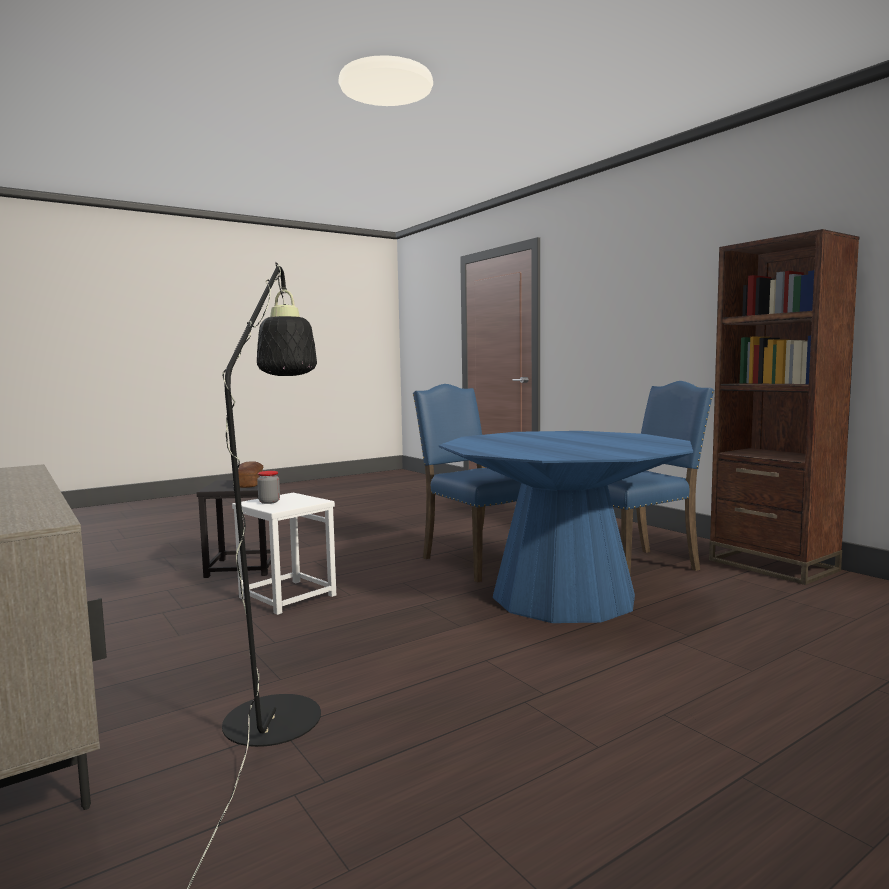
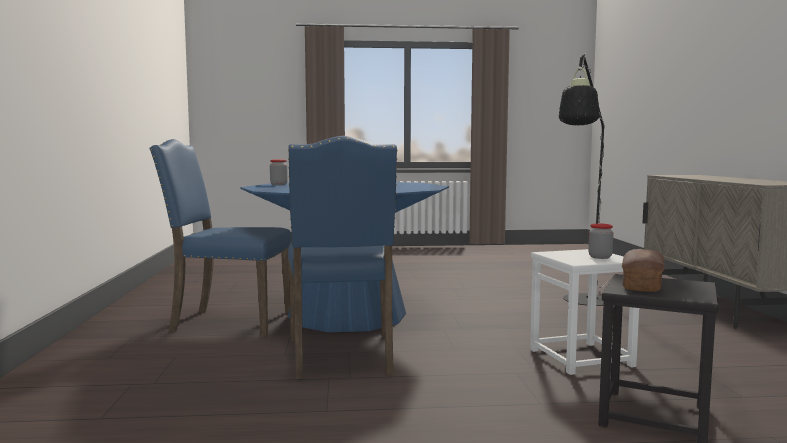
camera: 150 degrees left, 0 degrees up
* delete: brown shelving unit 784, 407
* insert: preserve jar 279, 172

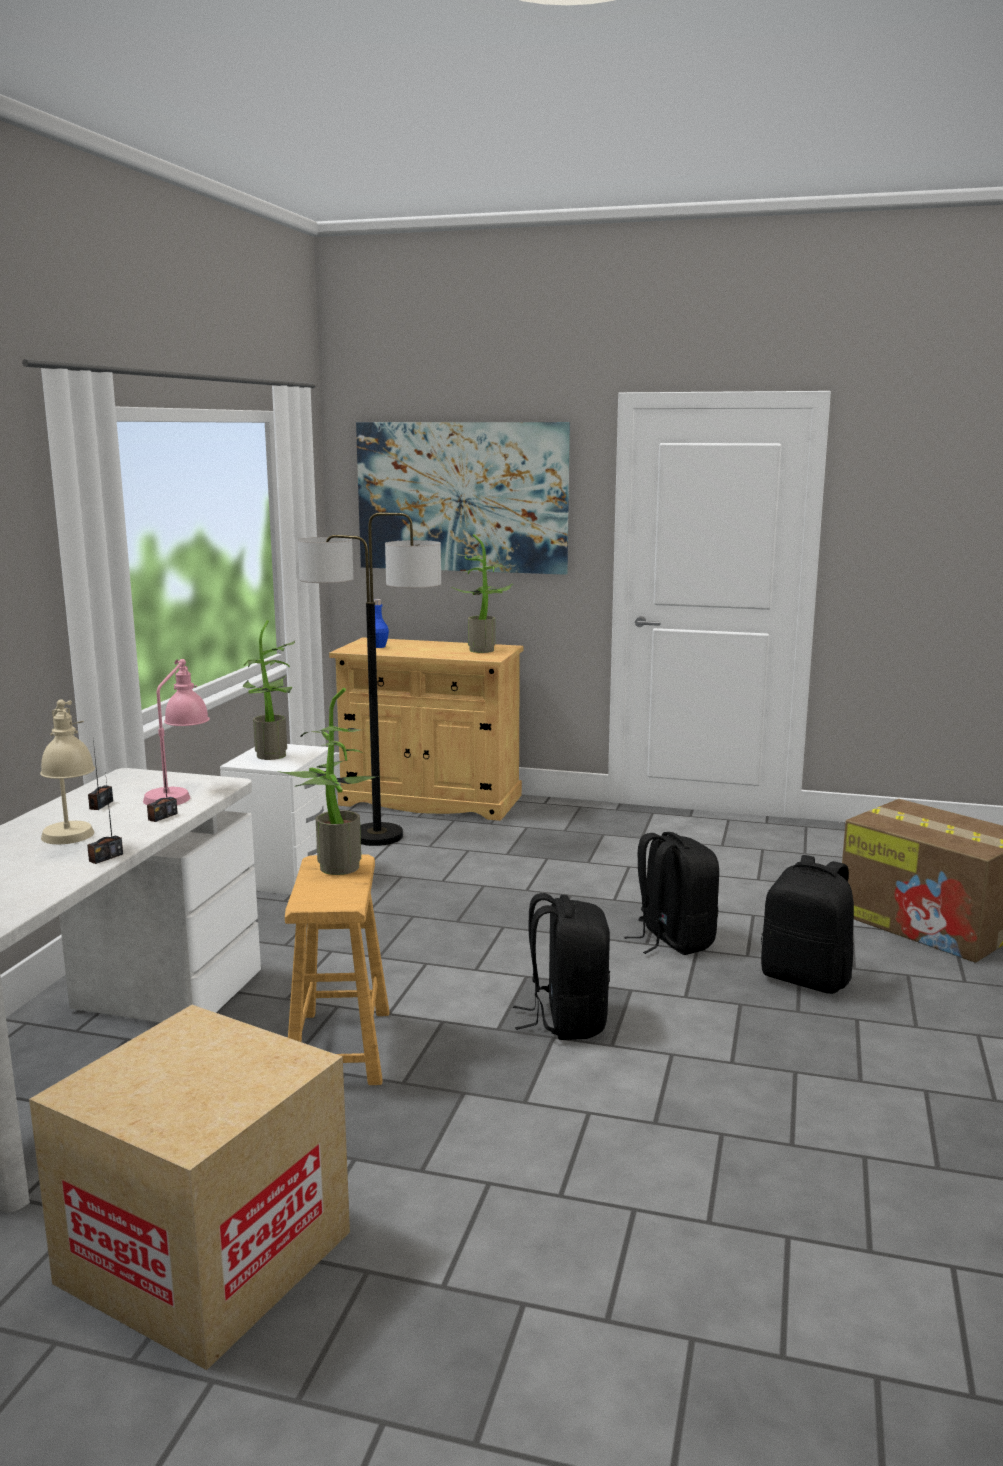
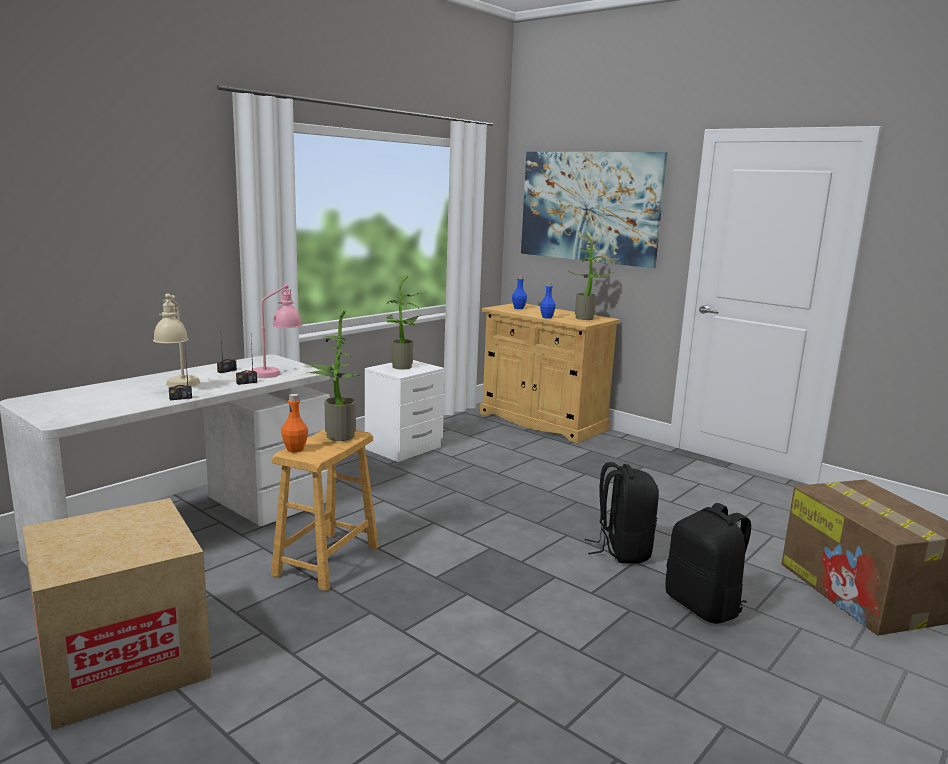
camera: 25 degrees right, 0 degrees up
* delete: floor lamp 369, 679
* delete: black rucksack 561, 966
* insert: bluish beverage bottle 548, 300
* insert: orange beverage bottle 294, 423

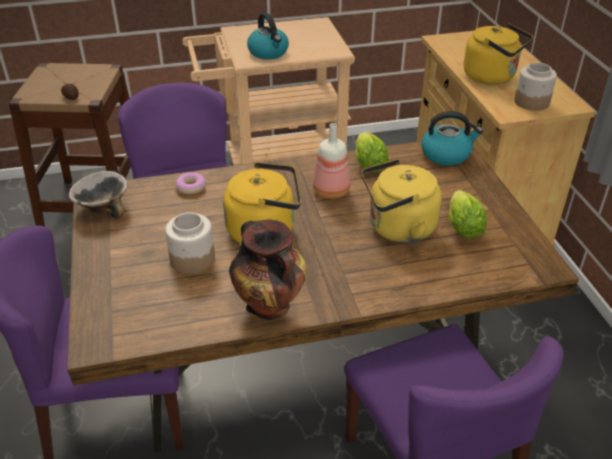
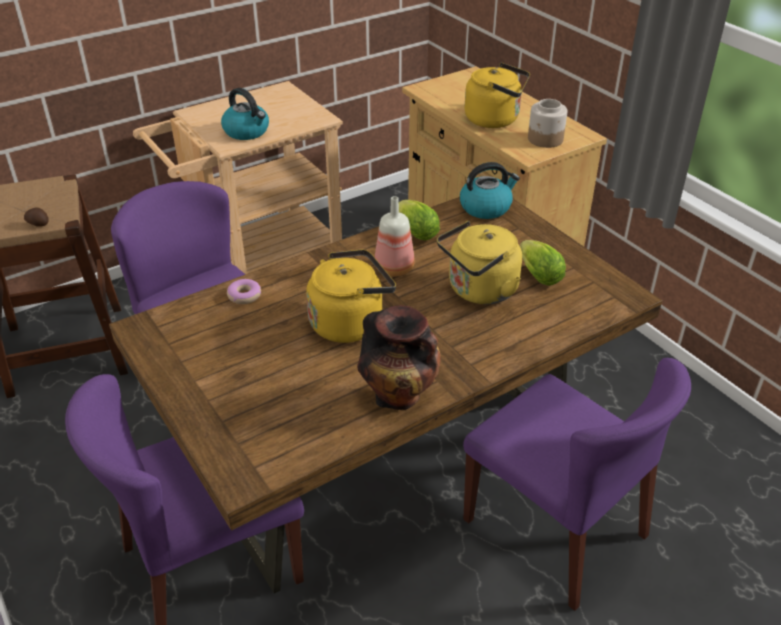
camera: 20 degrees left, 0 degrees up
* delete: deep dish 98, 194
* delete: preserve jar 190, 243

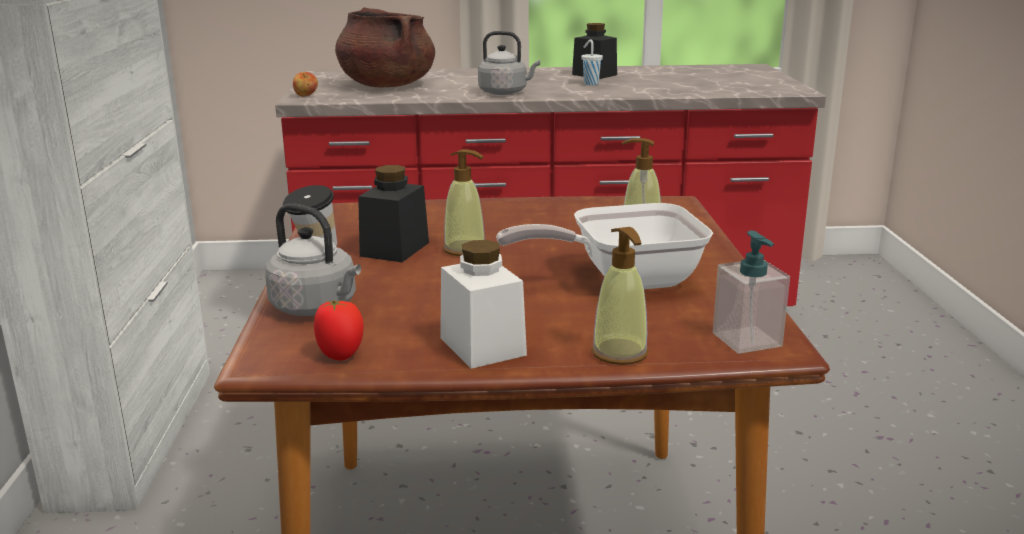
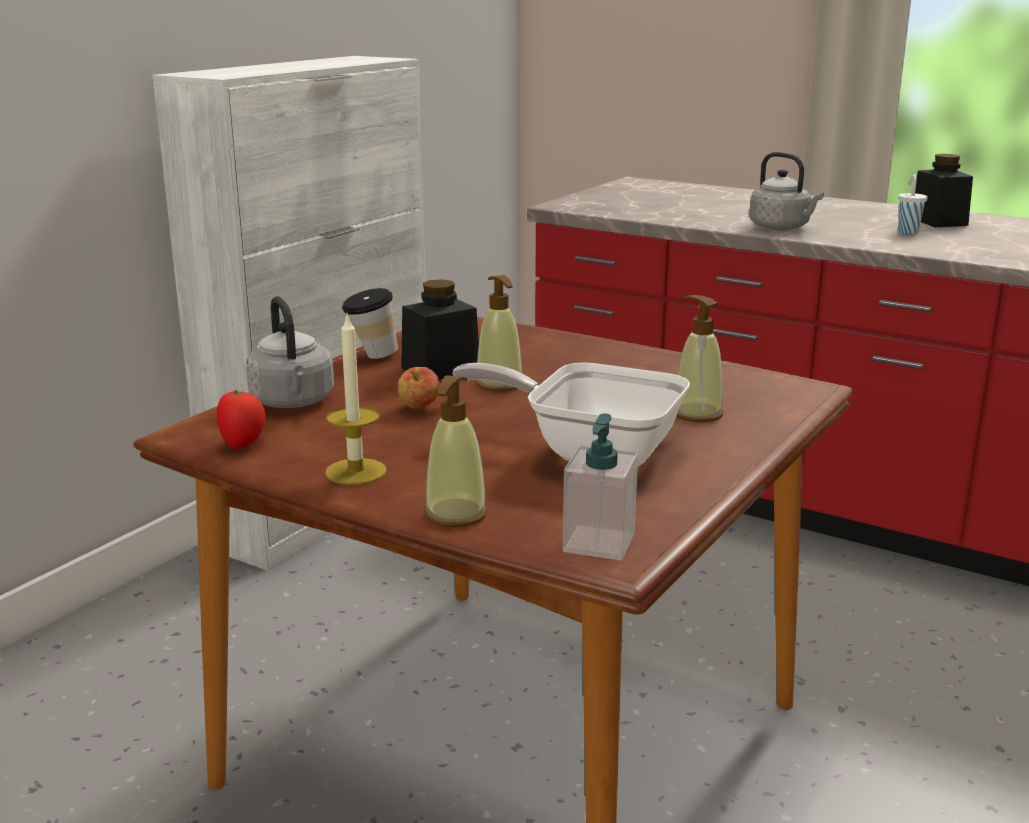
camera: 35 degrees right, 0 degrees up
* delete: brown stockpot 385, 47
* move: apple 305, 84 to 418, 388
* replace: white-coloured preserve jar 483, 304 to wax candle 356, 399

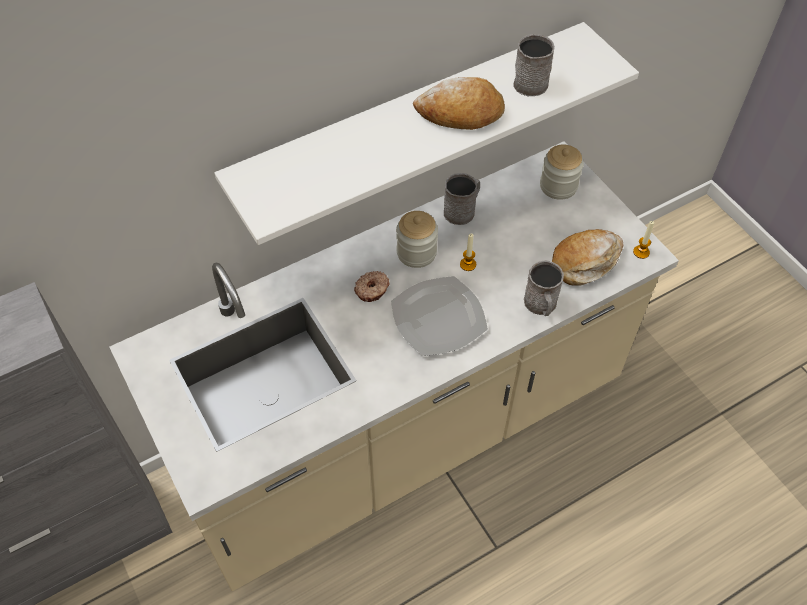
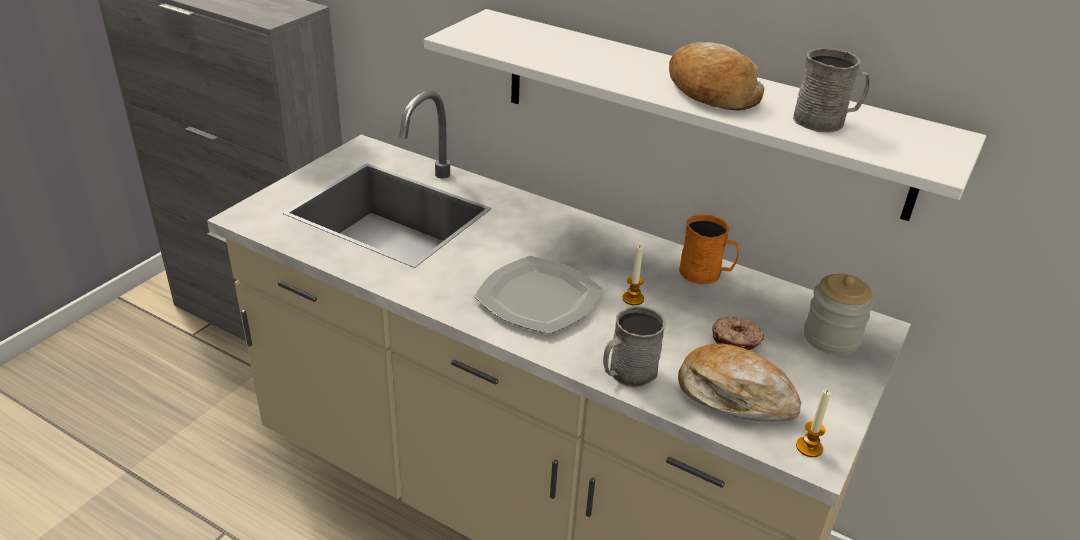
camera: 60 degrees right, 20 degrees down
* recolor: greyish tea mug 462, 199 to orange tea mug 709, 249
* delete: preserve jar 417, 239
* move: donut 371, 286 to 738, 333

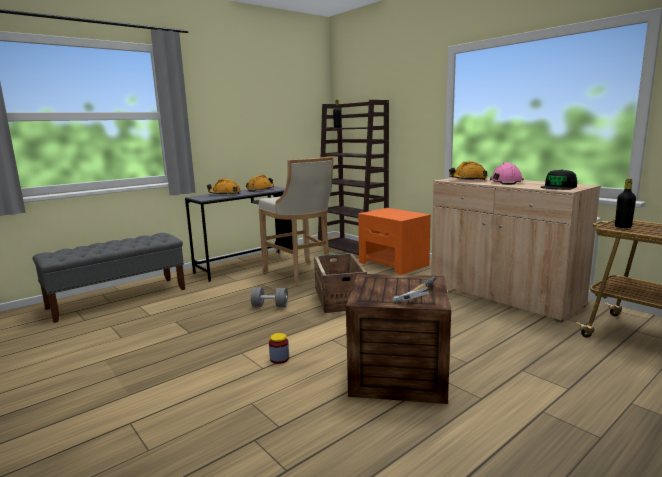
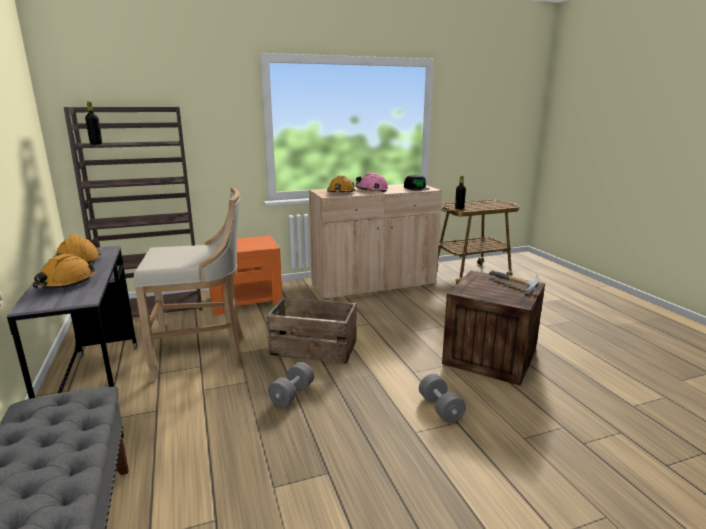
camera: 70 degrees left, 5 degrees up
* replace: preserve jar 279, 348 to greyish hand weight 442, 398

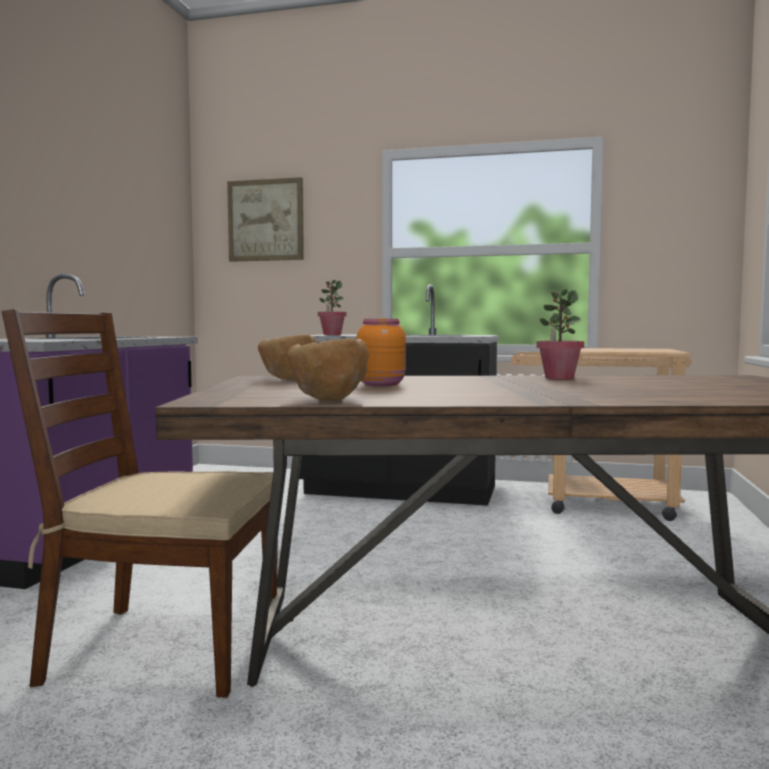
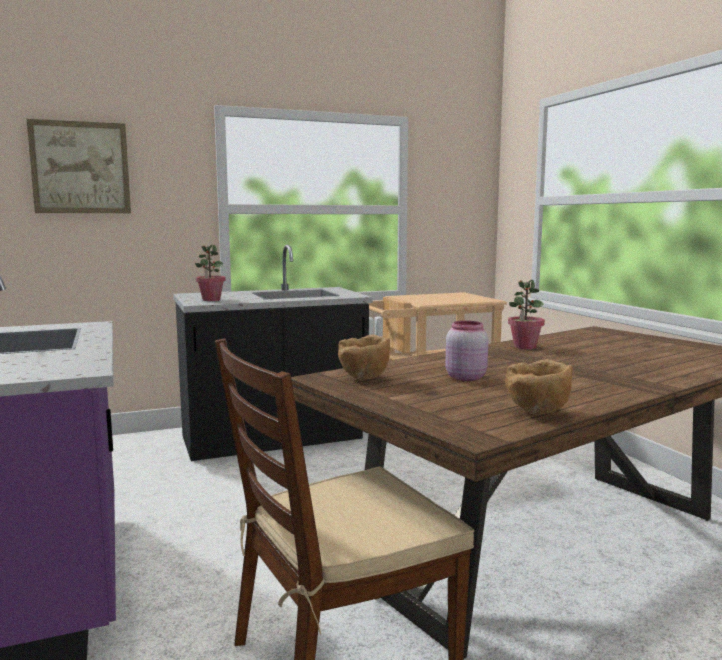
camera: 35 degrees left, 5 degrees up
* recolor: orange preserve jar 381, 352 to pink preserve jar 466, 351

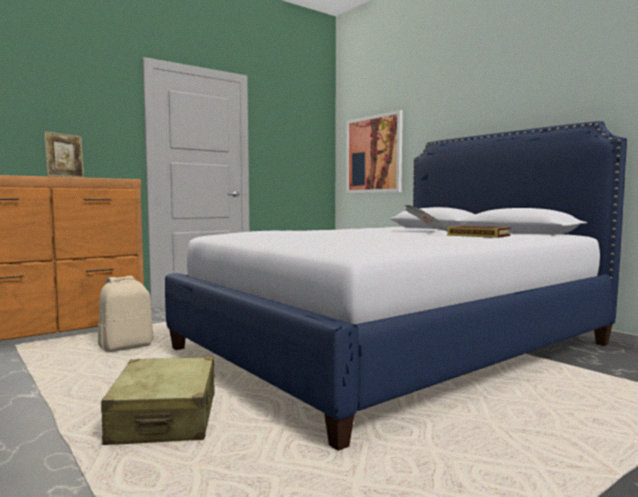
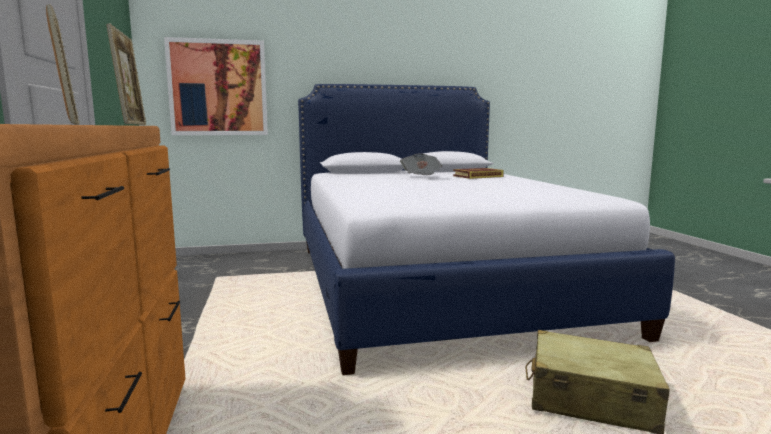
camera: 65 degrees left, 5 degrees up
* delete: sand-coloured rucksack 126, 314
* insert: standing frame 127, 74

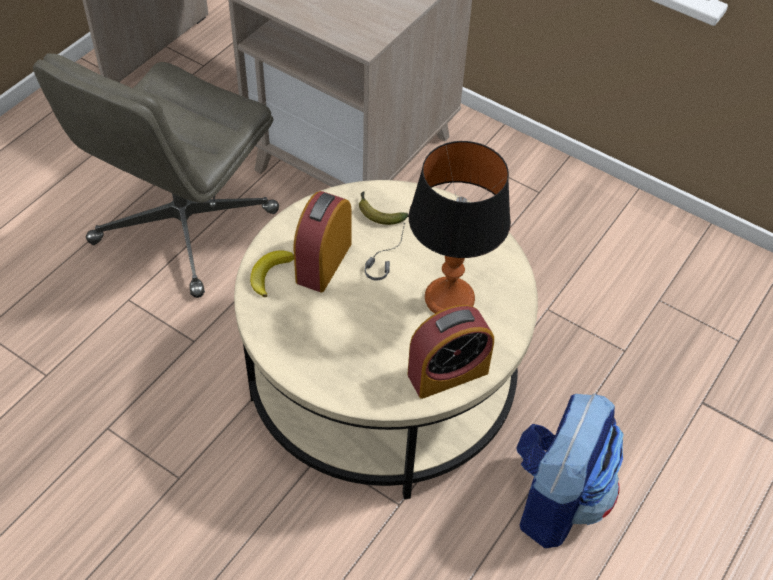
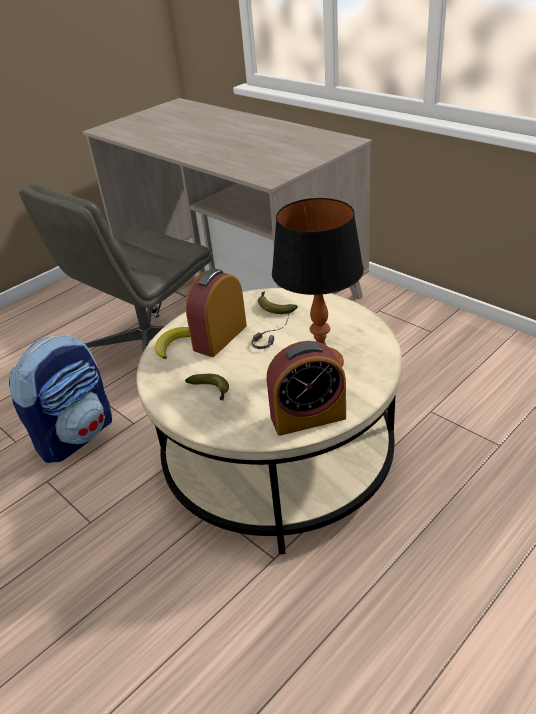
camera: 15 degrees right, 15 degrees down
* move: rucksack 570, 471 to 60, 399
* insert: banana fruit 207, 387

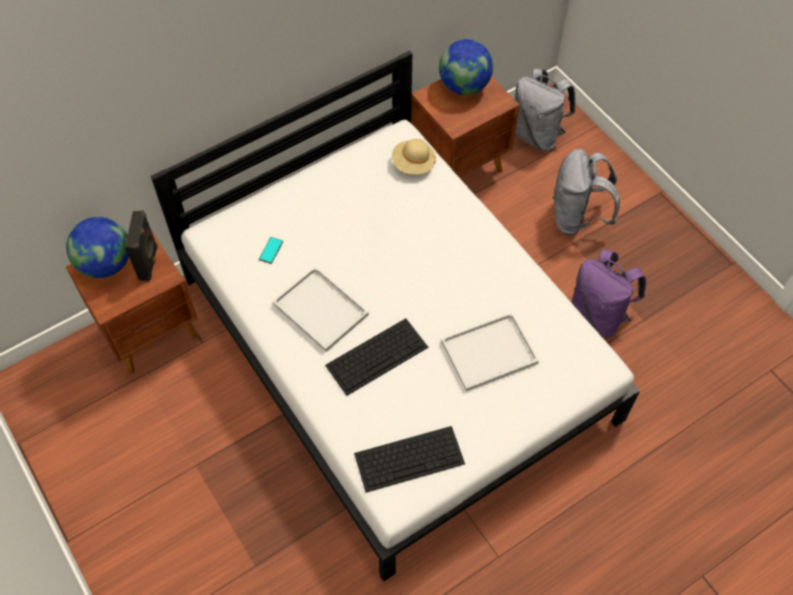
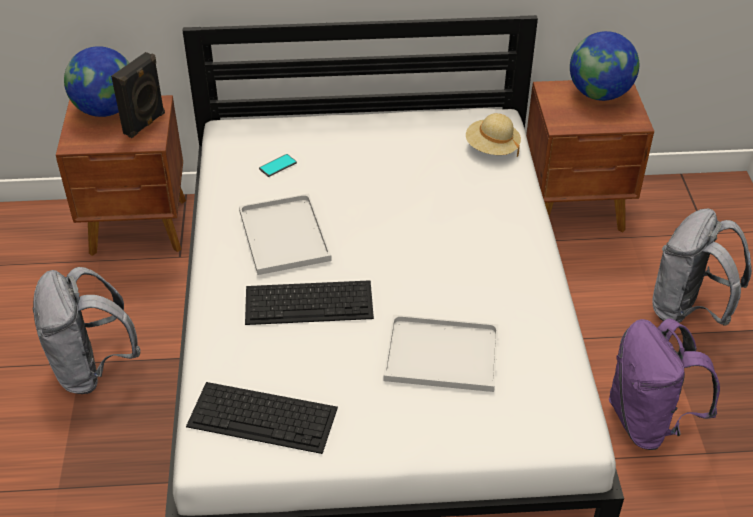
camera: 30 degrees right, 15 degrees down
* move: greyish rucksack 545, 110 to 86, 330

